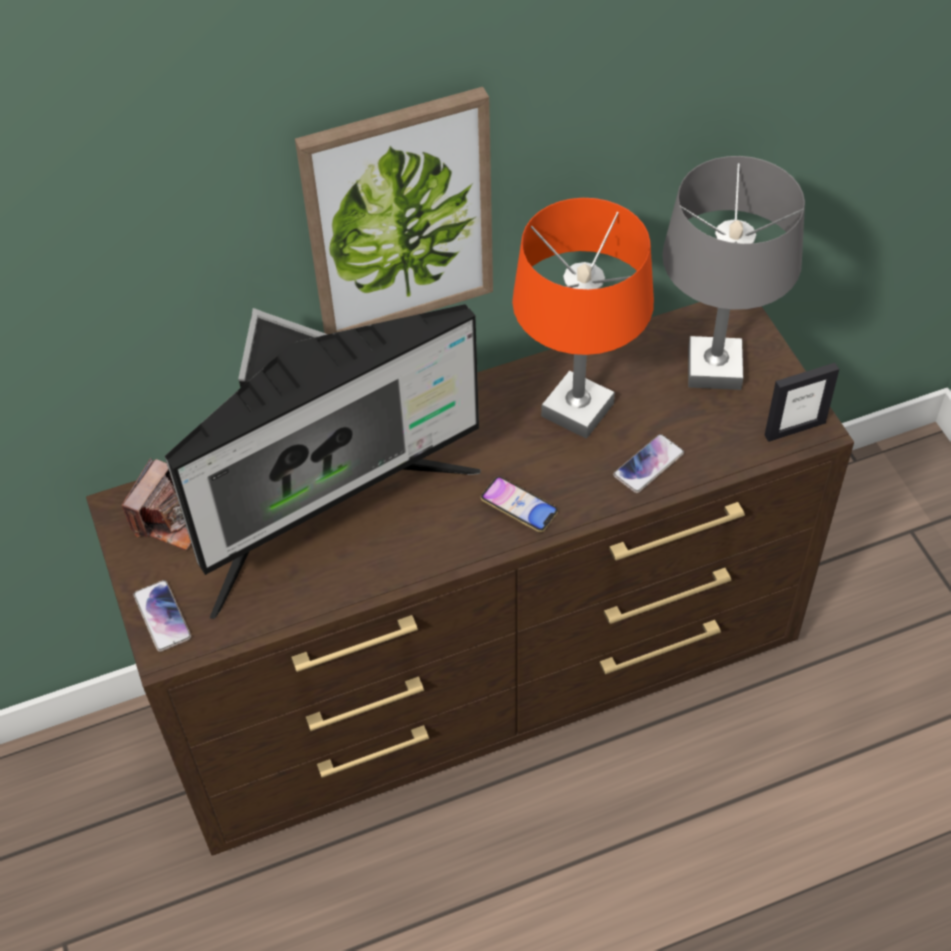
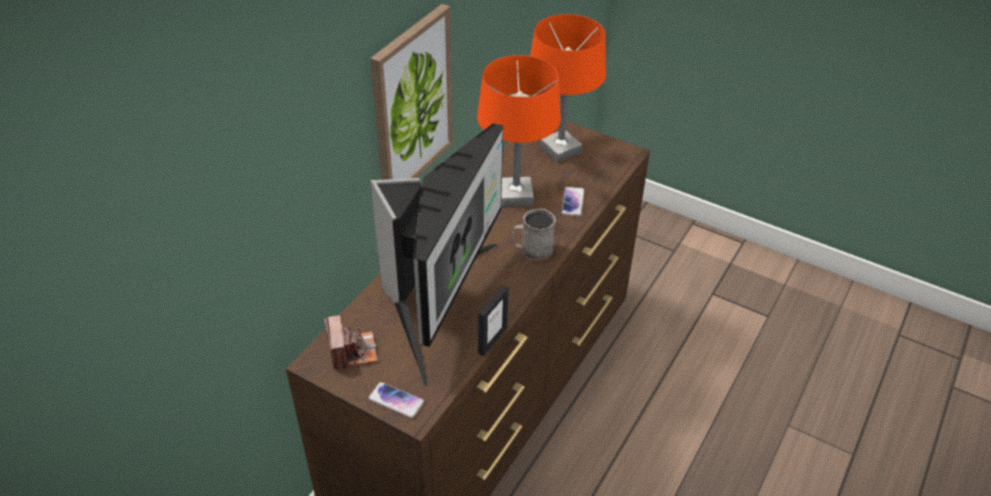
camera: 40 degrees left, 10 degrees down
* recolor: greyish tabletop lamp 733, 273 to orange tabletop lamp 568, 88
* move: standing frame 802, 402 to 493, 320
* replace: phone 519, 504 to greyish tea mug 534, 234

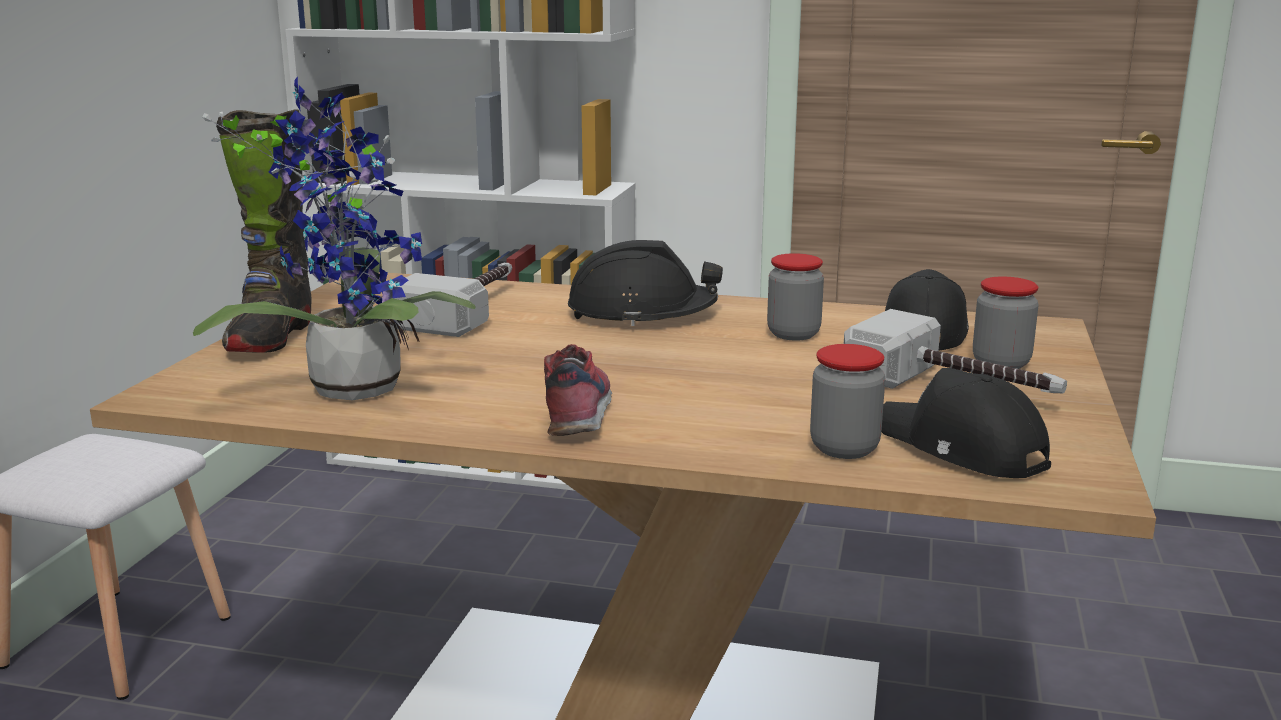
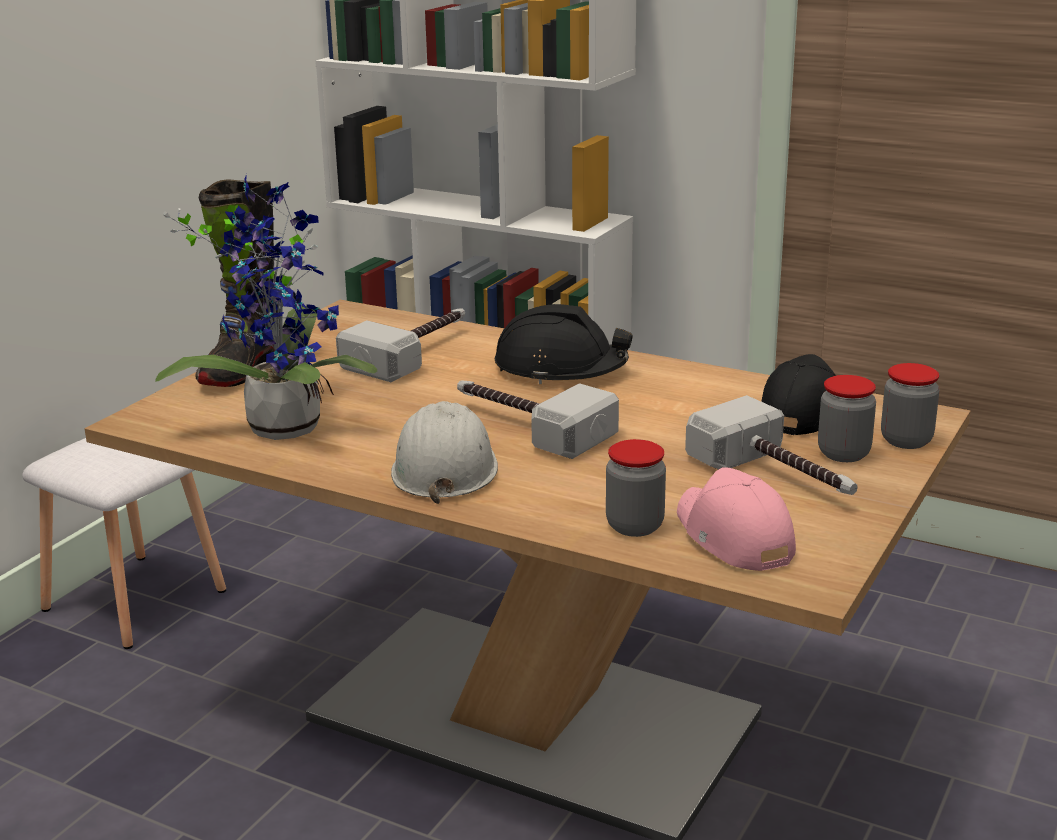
camera: 15 degrees right, 5 degrees up
* move: preserve jar 795, 296 to 910, 406
* replace: item of footwear 578, 390 to white-coloured safety helmet 444, 452
* recolor: black baseball cap 966, 423 to pink baseball cap 736, 519
* insert: hammer 538, 419

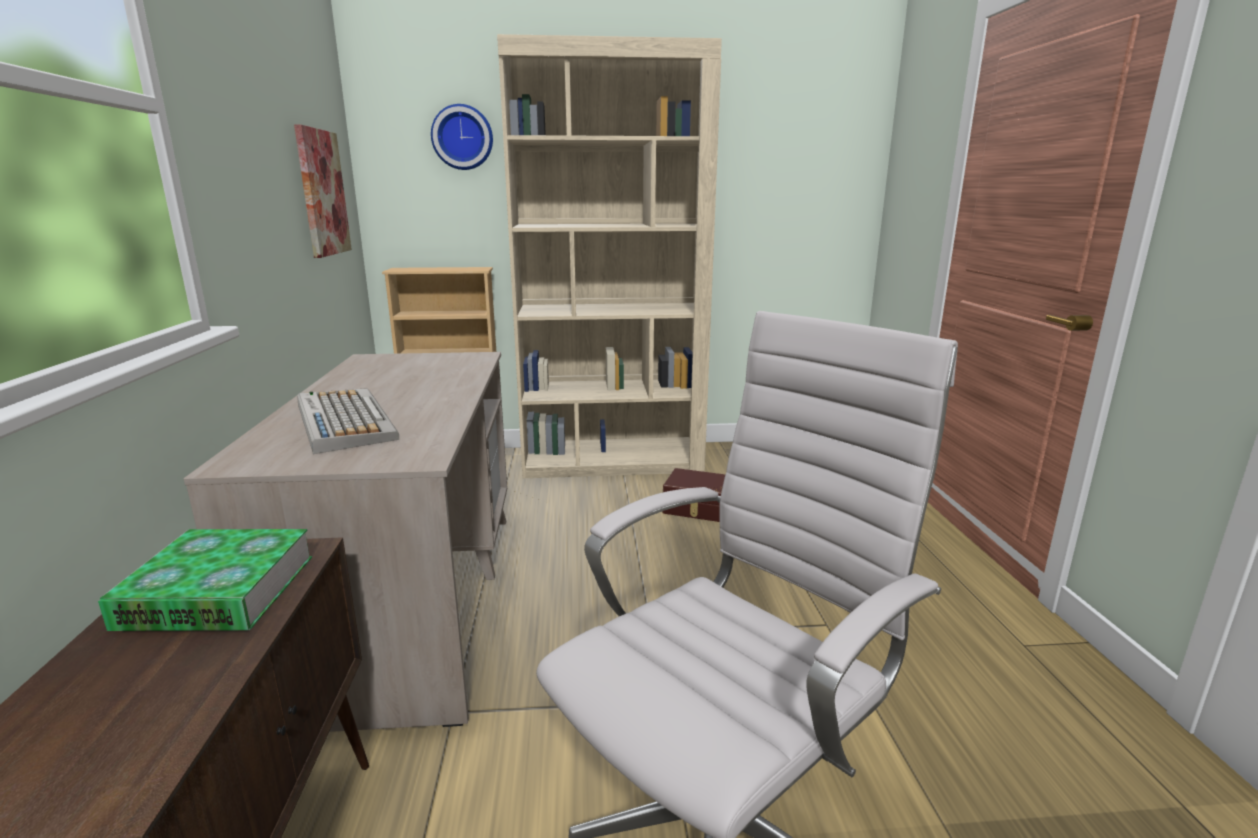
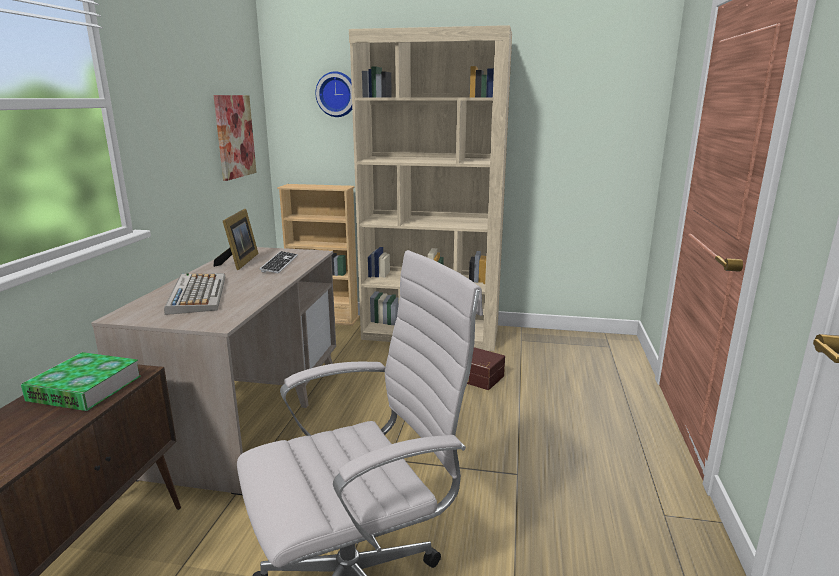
camera: 15 degrees right, 0 degrees up
* insert: standing frame 236, 239
* insert: keyboard 278, 262

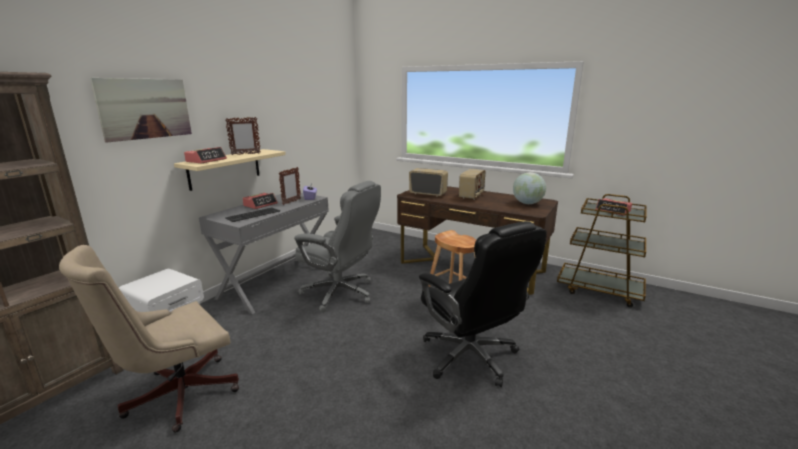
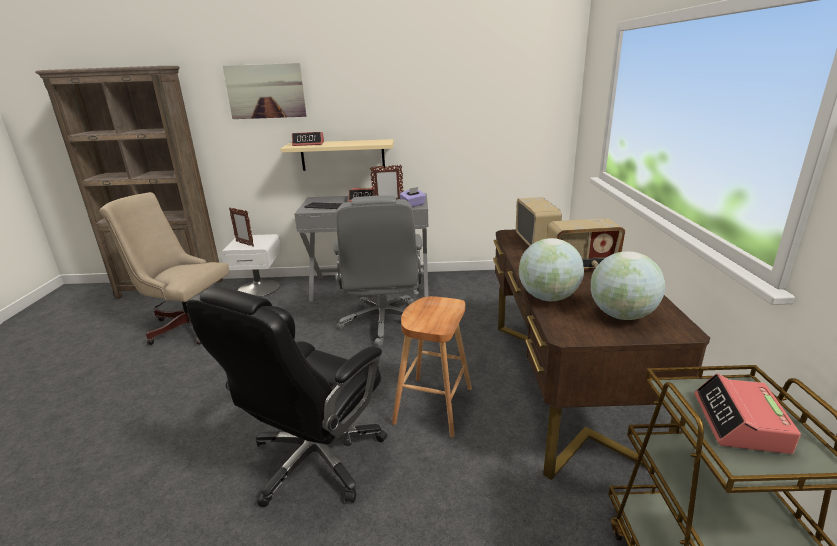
camera: 60 degrees right, 5 degrees up
* move: standing frame 243, 136 to 241, 227
* insert: globe 551, 269

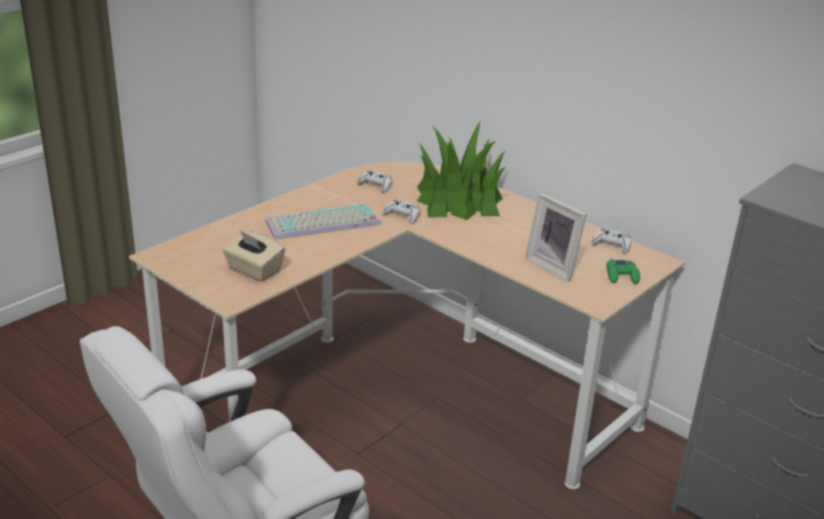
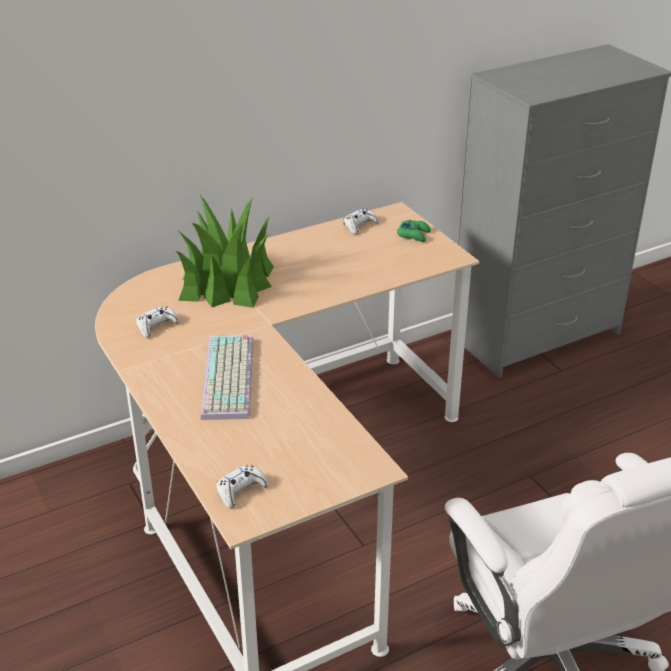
camera: 70 degrees left, 5 degrees up
* delete: standing frame 556, 237
* move: white-coloured joypad 401, 212 to 242, 487
* delete: sand-coloured box of tissues 253, 256

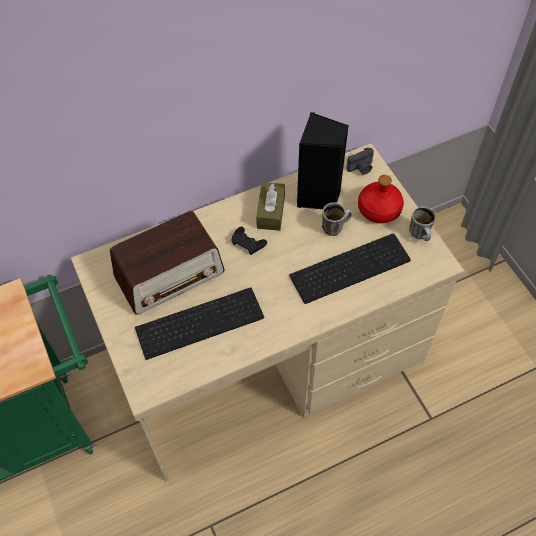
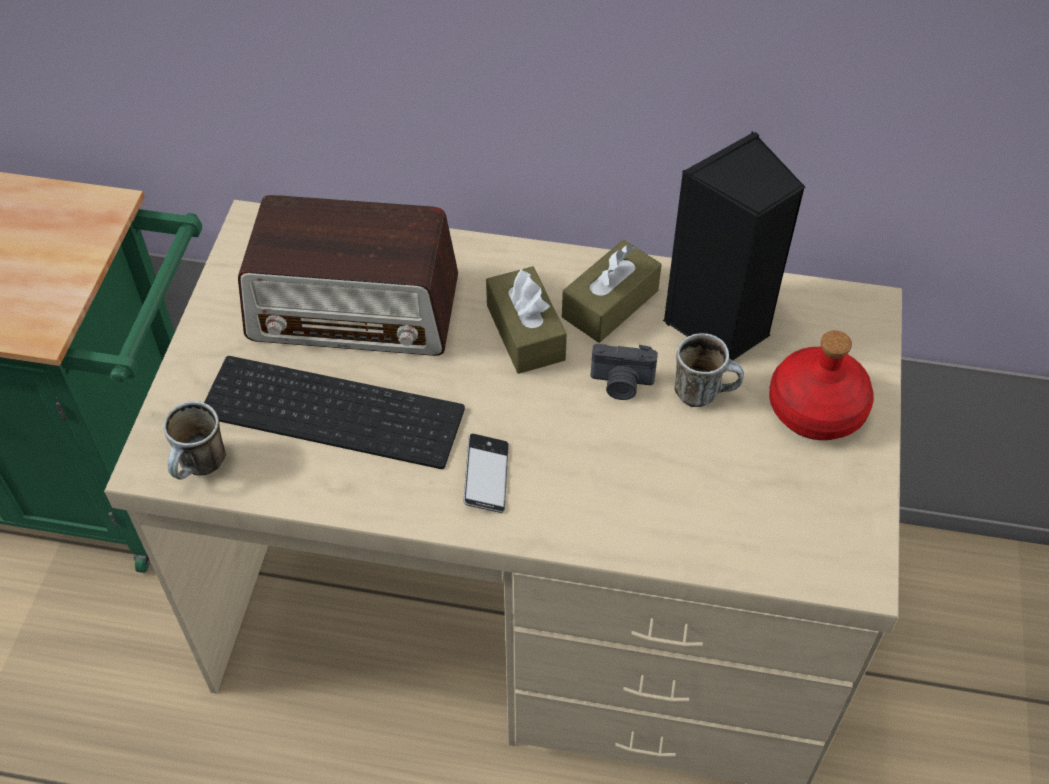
camera: 35 degrees right, 5 degrees down
* move: photo camera 360, 161 to 624, 372
* move: tea mug 422, 223 to 194, 440
* replace: black joypad 249, 241 to brown box of tissues 526, 320
* delete: keyboard 350, 268
* insert: phone 486, 473

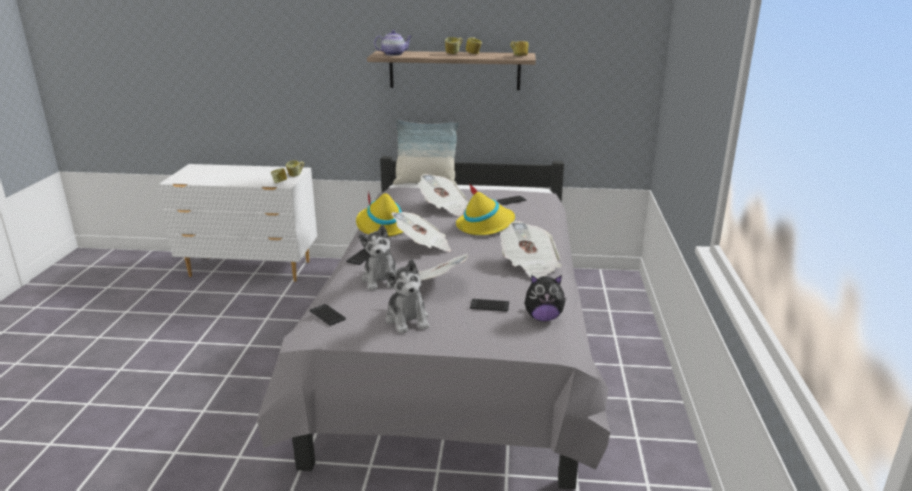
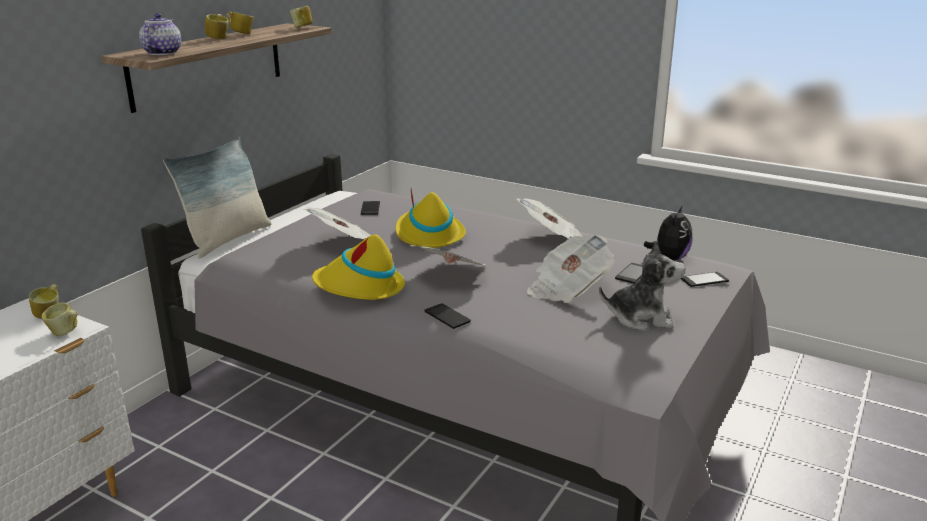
camera: 65 degrees left, 0 degrees up
* delete: plush toy 377, 257
* move: phone 328, 315 to 704, 279

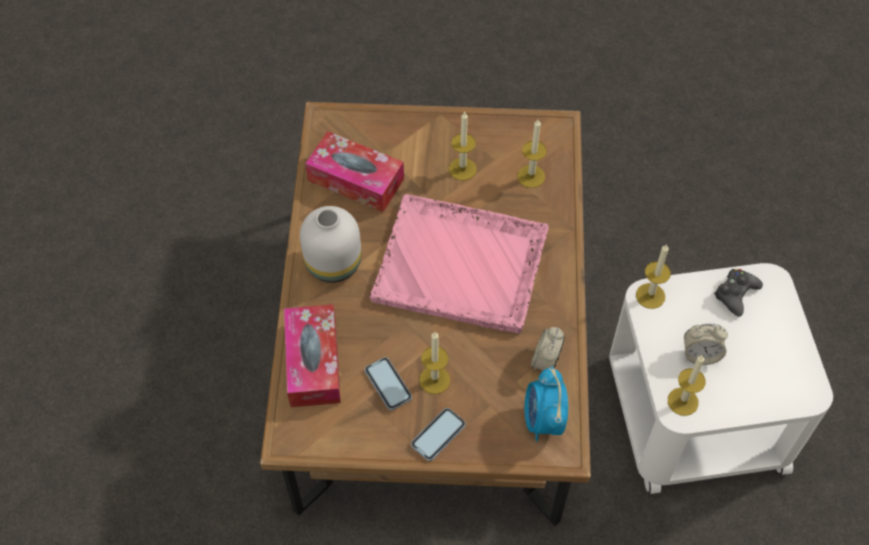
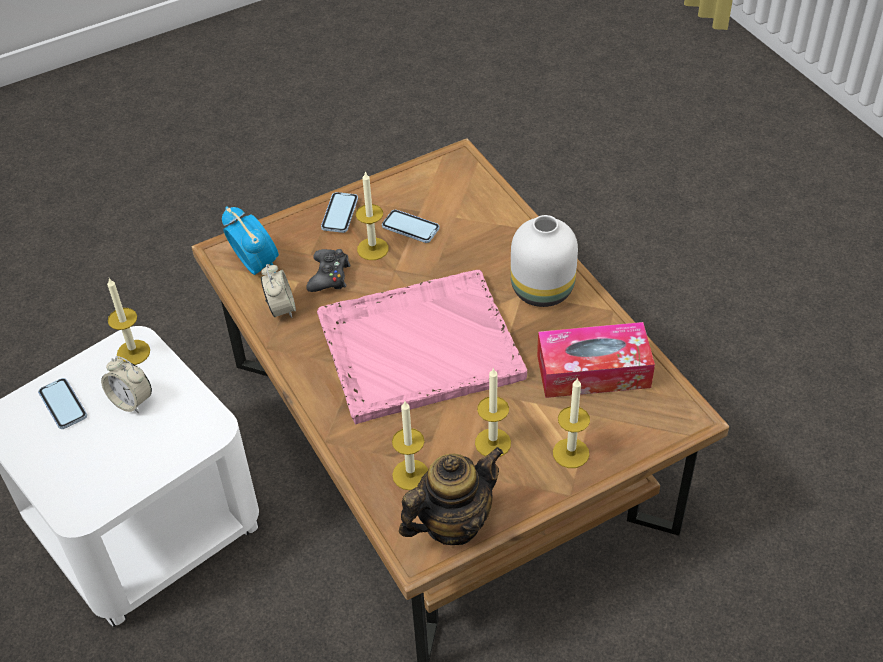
camera: 150 degrees right, 10 degrees down
* move: wax candle 653, 276 to 571, 423
* move: black joypad 738, 293 to 328, 270
* delete: box of tissues 312, 355
* rotate: alarm clock 706, 344 = 126, 384 120 degrees counterclockwise
* insert: phone 62, 403
* insert: teapot 451, 496

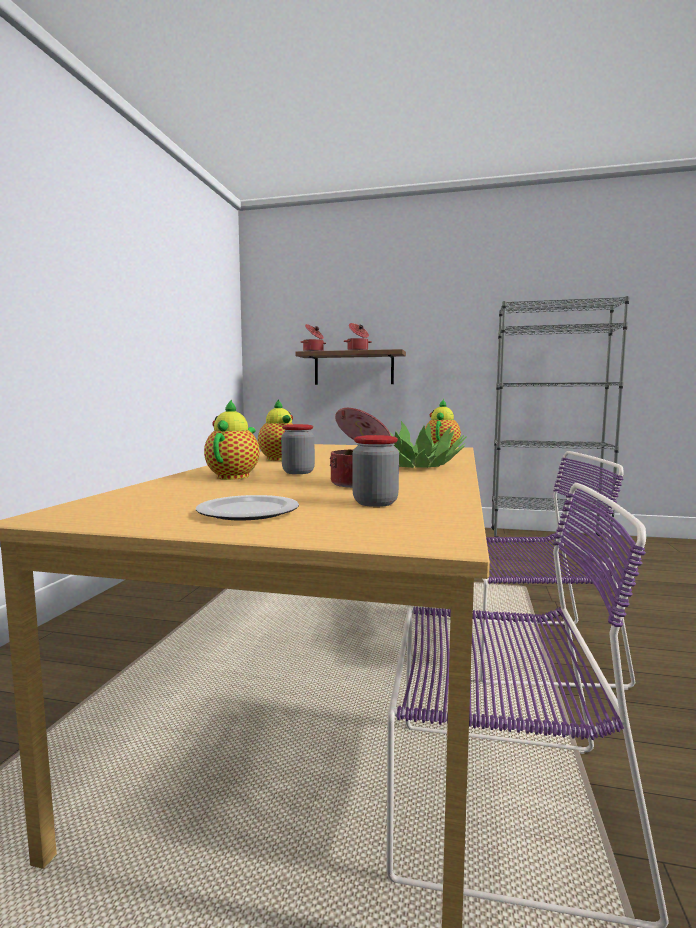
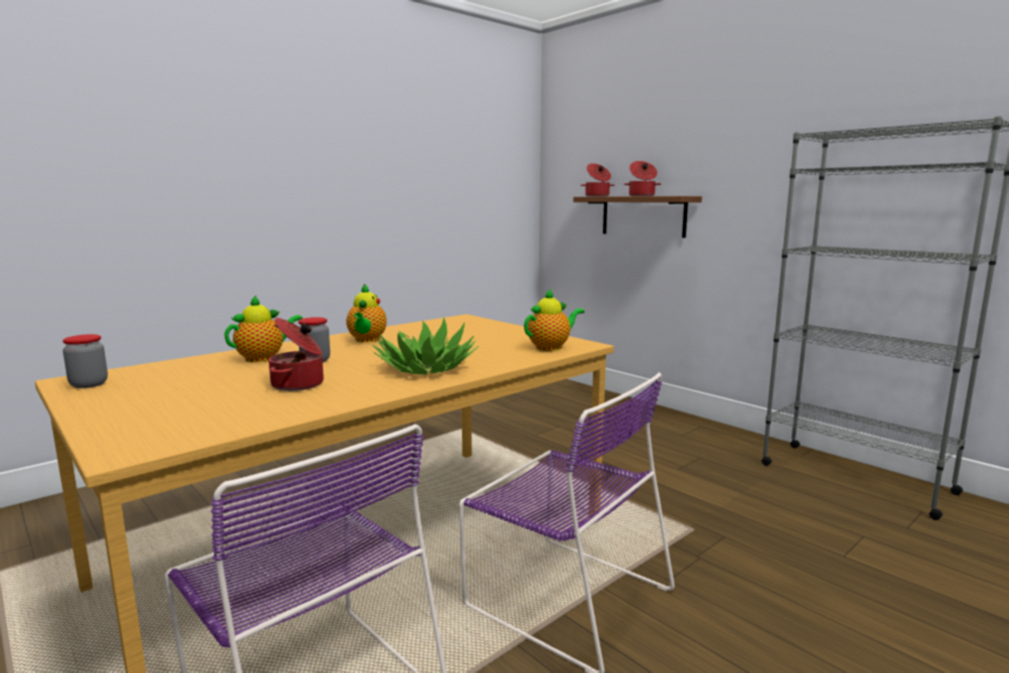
camera: 35 degrees right, 5 degrees up
* move: preserve jar 375, 471 to 85, 361
* delete: plate 247, 507

